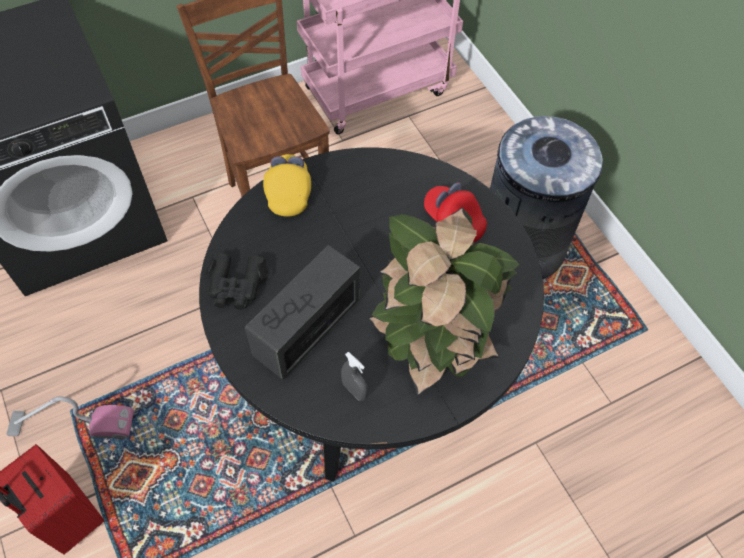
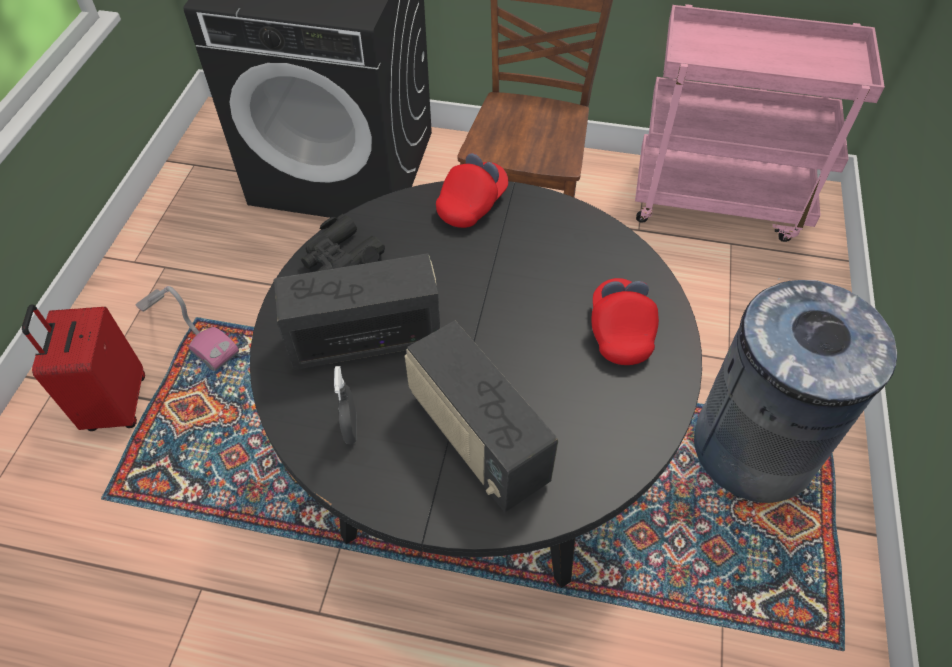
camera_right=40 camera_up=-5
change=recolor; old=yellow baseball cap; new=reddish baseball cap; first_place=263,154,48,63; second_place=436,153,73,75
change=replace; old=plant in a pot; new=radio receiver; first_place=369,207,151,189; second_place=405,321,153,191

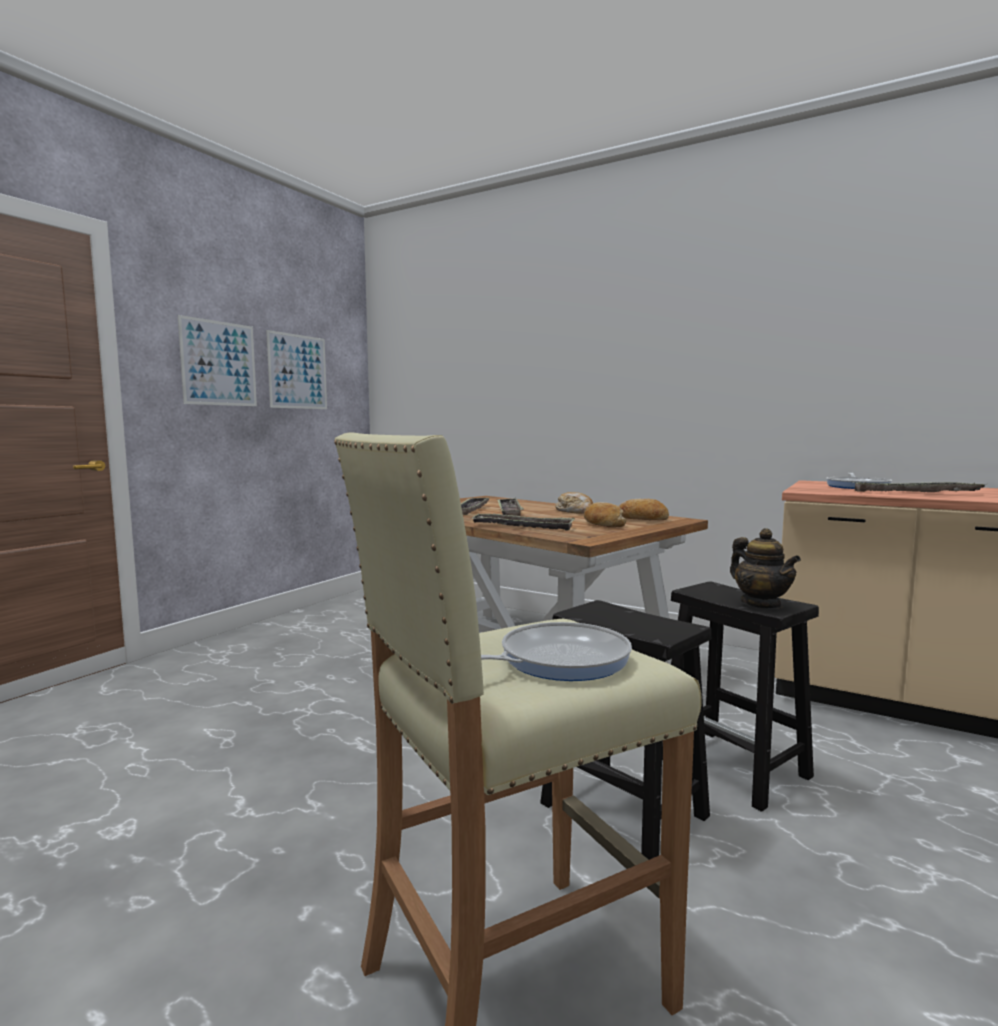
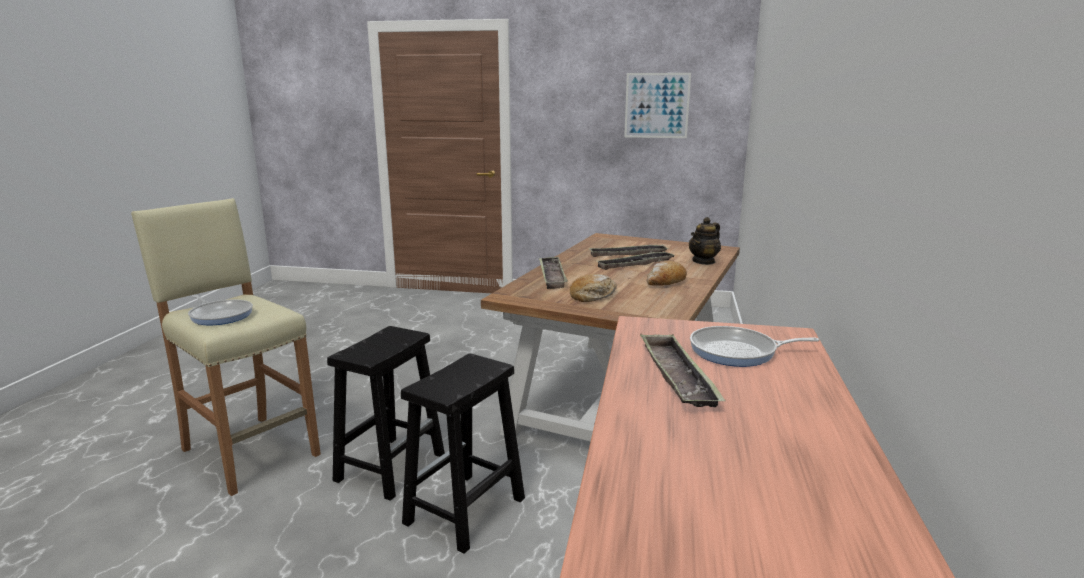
camera_right=70 camera_up=10
change=delete; old=wall picture; first_place=178,315,79,91
change=delete; old=baked bread; first_place=618,499,51,21
change=move; old=tea pot; first_place=730,528,71,81; second_place=689,217,32,48

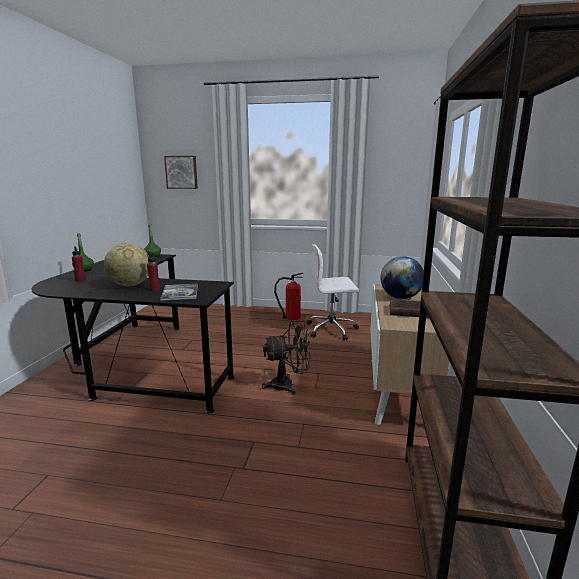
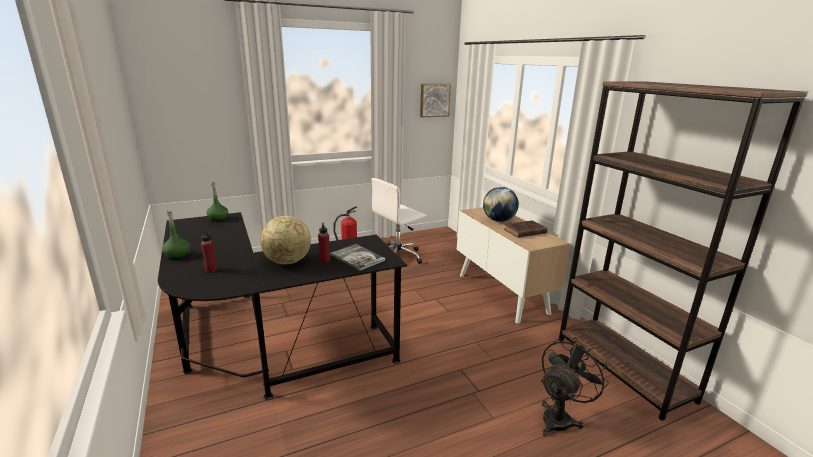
camera_right=-35 camera_up=5
change=move; old=wall picture; first_place=164,156,34,33; second_place=420,84,31,33
change=move; old=black-coloured electric fan; first_place=262,321,49,74; second_place=541,337,68,100

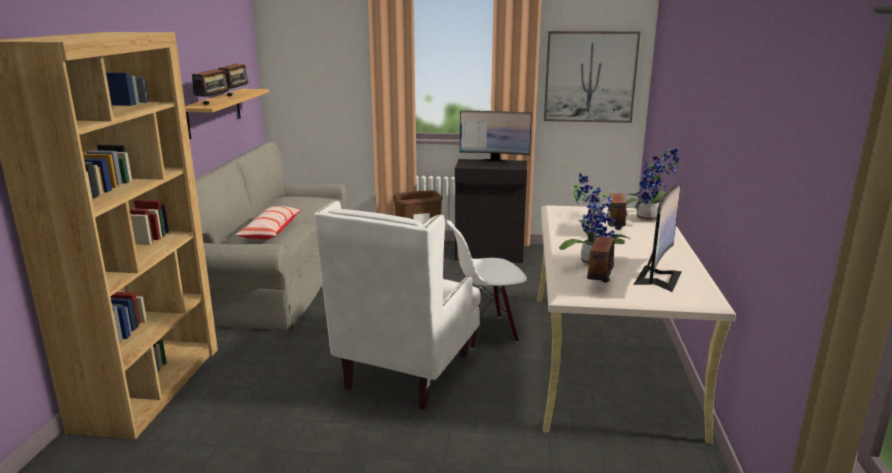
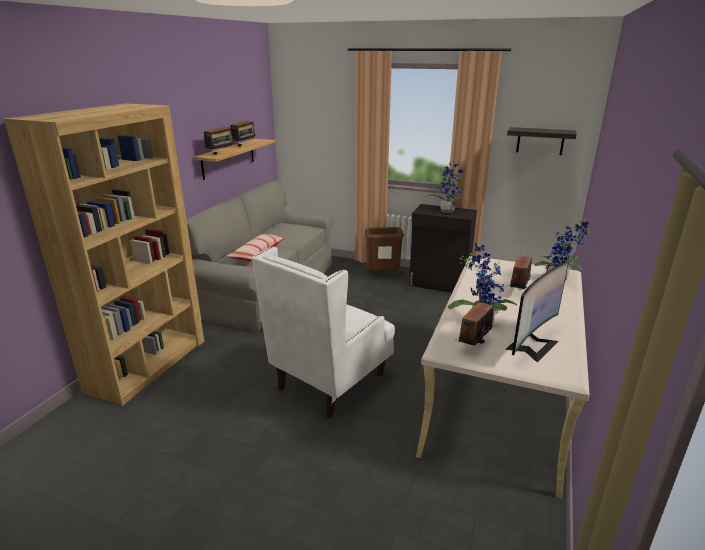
camera_right=15 camera_up=5
change=replace; old=wall picture; new=bracket shelf; first_place=544,31,96,92; second_place=507,127,70,28
change=replace; old=computer screen; new=plant in a pot; first_place=460,111,72,56; second_place=425,164,42,49
change=delete; old=white-coloured chair; first_place=447,220,80,130

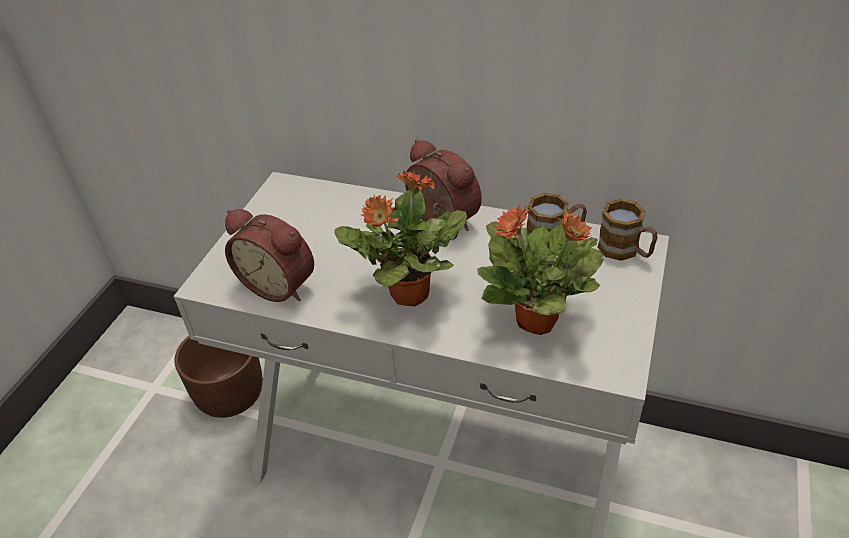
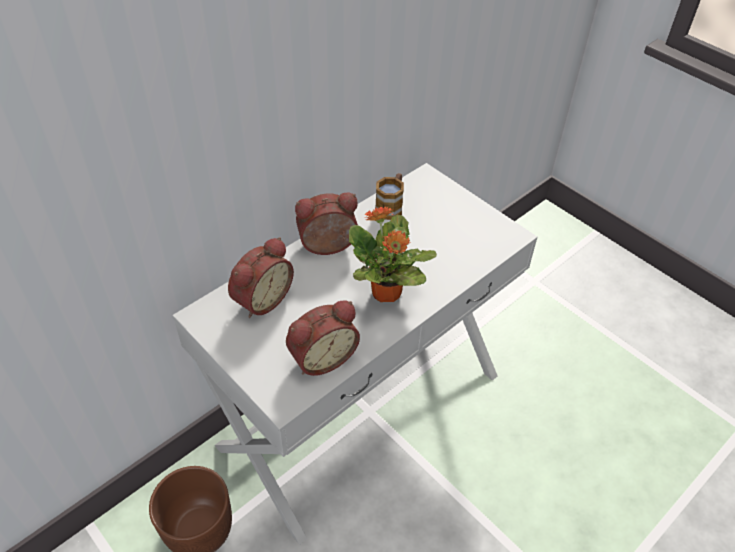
camera_right=-65 camera_up=5
change=delete; old=tea mug; first_place=598,199,60,62
change=delete; old=plant in a pot; first_place=477,205,127,130
change=insert; new=alarm clock; second_place=228,237,66,81

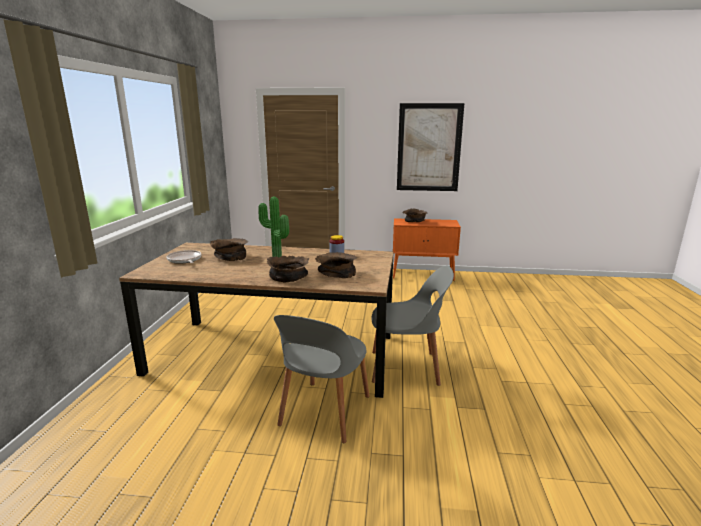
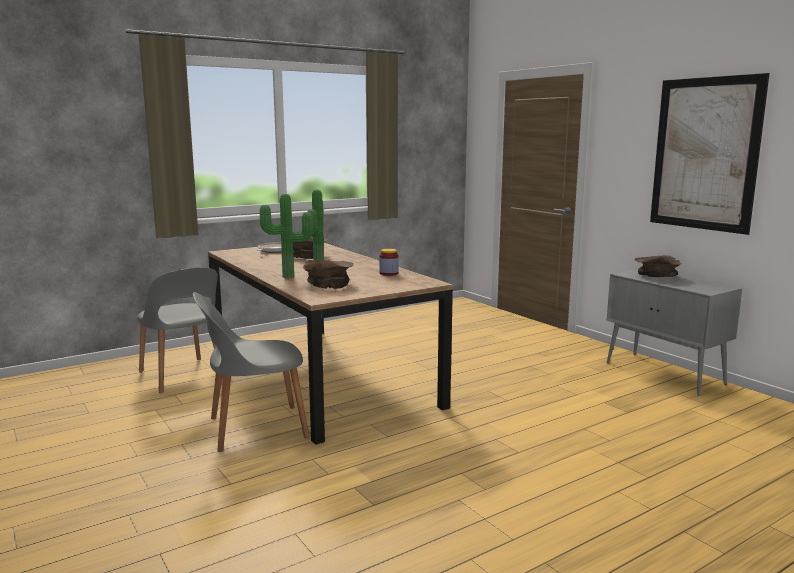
camera_right=50 camera_up=-5
change=recolor; old=orange cupboard; new=grey cupboard; first_place=393,218,68,63; second_place=607,269,135,126
change=replace; old=brown deep dish; new=plant in a pot; first_place=267,256,43,27; second_place=260,194,53,84
change=move; old=grey chair; first_place=371,266,83,120; second_place=137,267,86,126

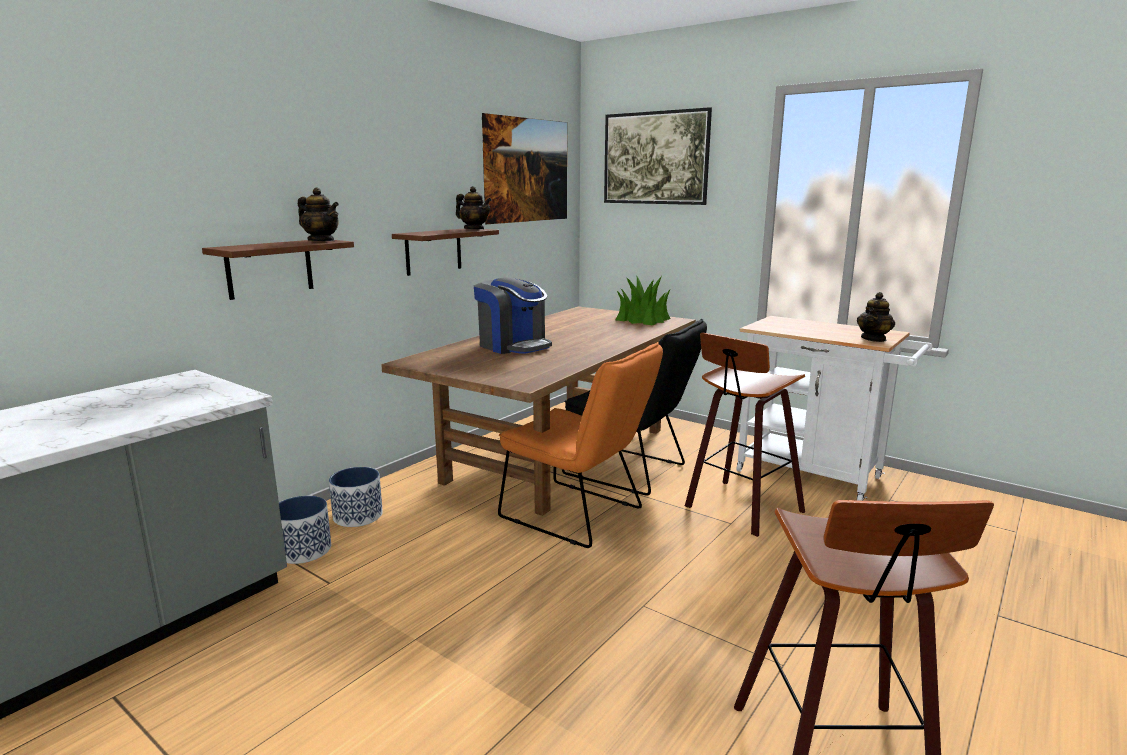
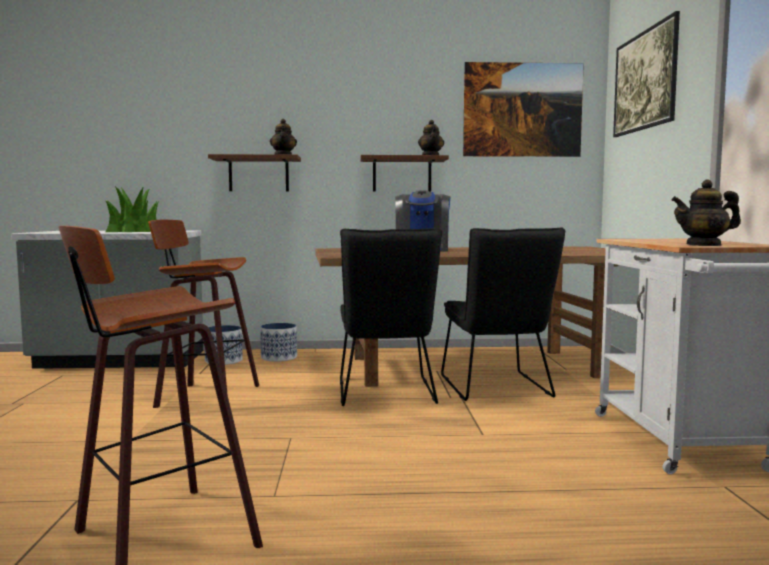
camera_right=50 camera_up=-10
change=move; old=plant in a pot; first_place=615,275,56,50; second_place=105,186,54,46
change=move; old=stool seat; first_place=685,333,120,204; second_place=148,220,111,188
change=recolor; old=orange chair; new=black-coloured chair; first_place=498,342,165,206; second_place=340,228,102,178

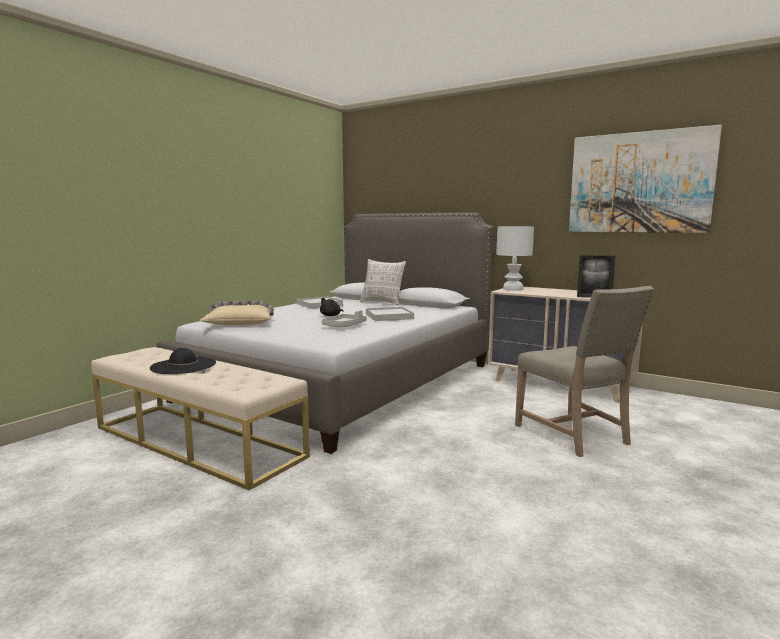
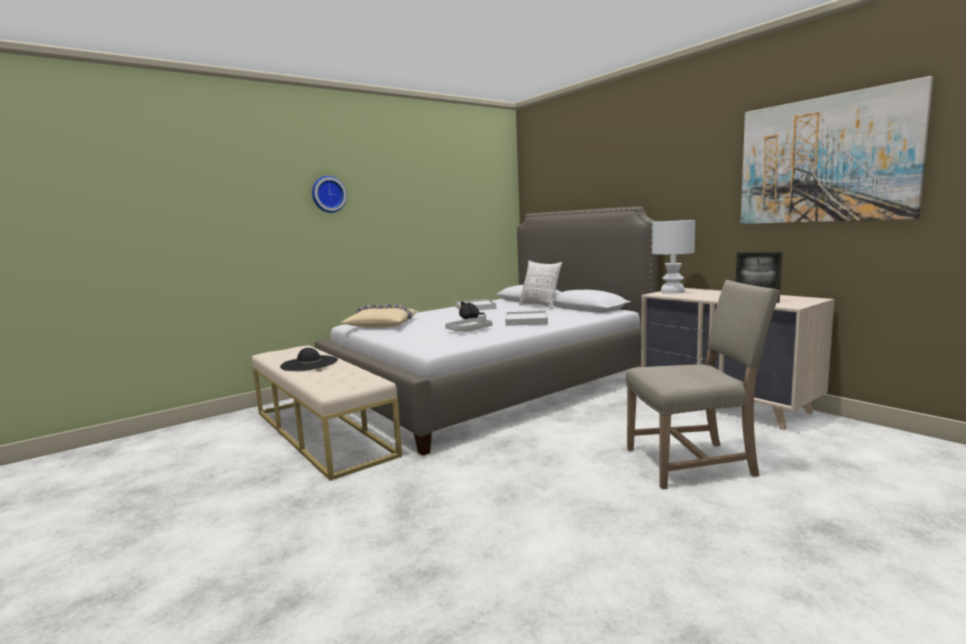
camera_right=20 camera_up=0
change=rotate; old=beige chair; first_place=515,286,140,171; second_place=626,280,154,209; degrees=-90
change=insert; new=hanging clock; second_place=312,176,35,37

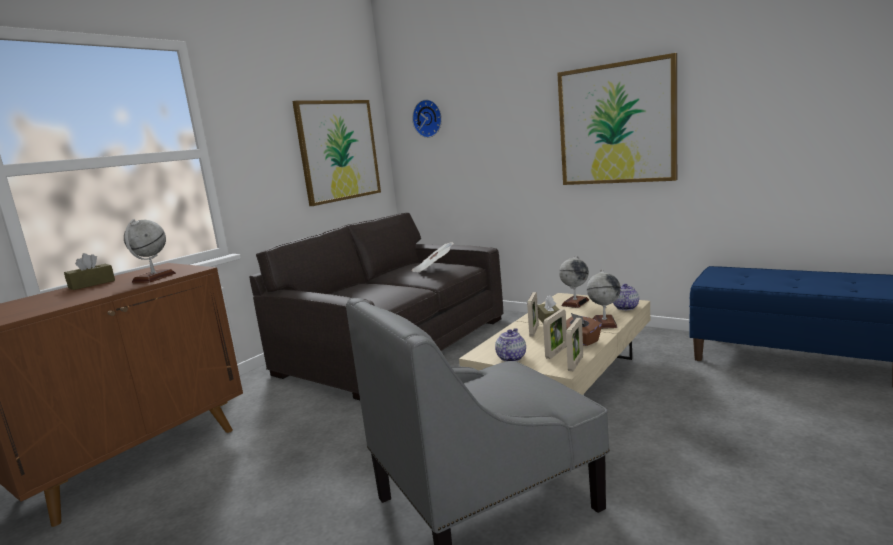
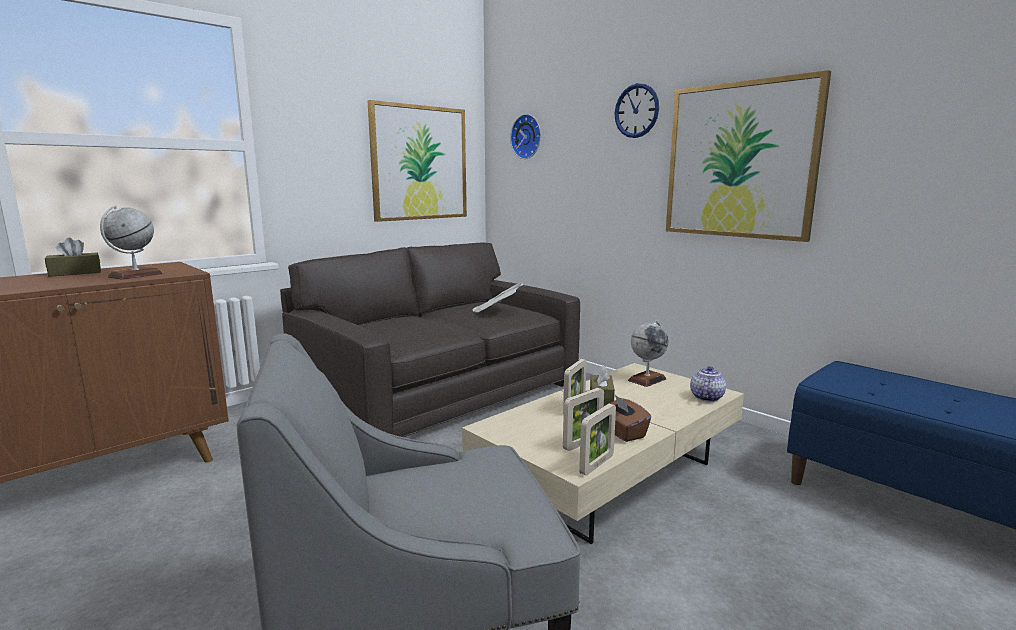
camera_right=10 camera_up=0
change=delete; old=desk globe; first_place=587,270,34,59
change=delete; old=tea pot; first_place=495,329,31,32
change=insert; new=hanging clock; second_place=615,83,44,55

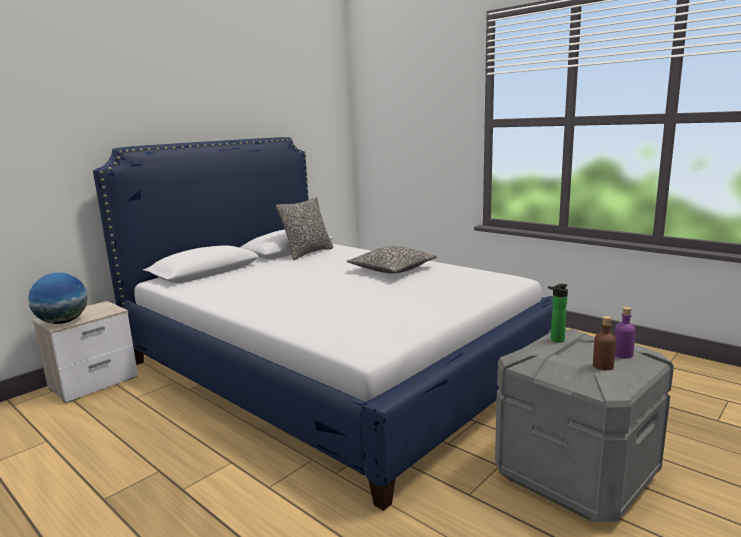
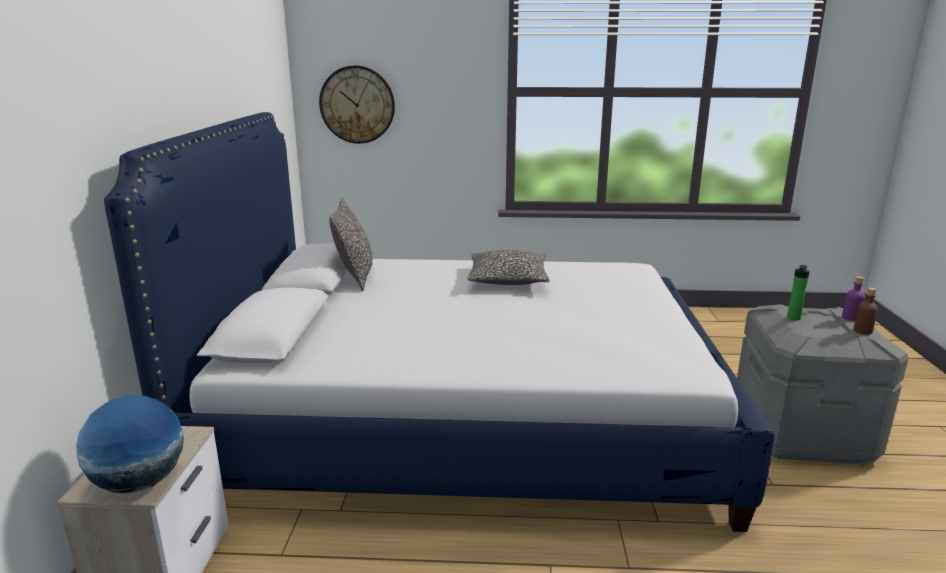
camera_right=-40 camera_up=5
change=insert; new=hanging clock; second_place=319,65,76,79

